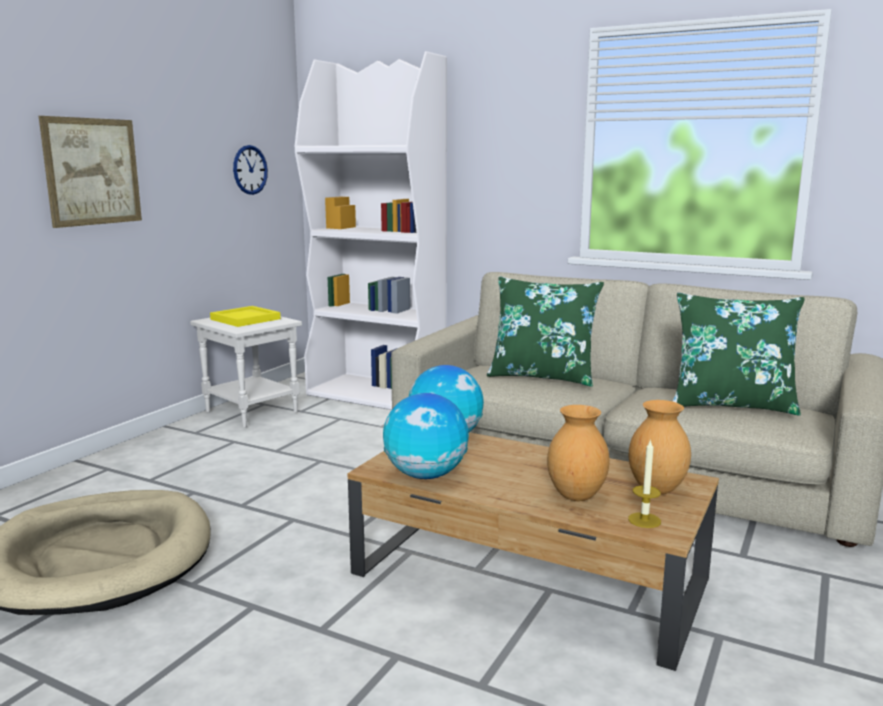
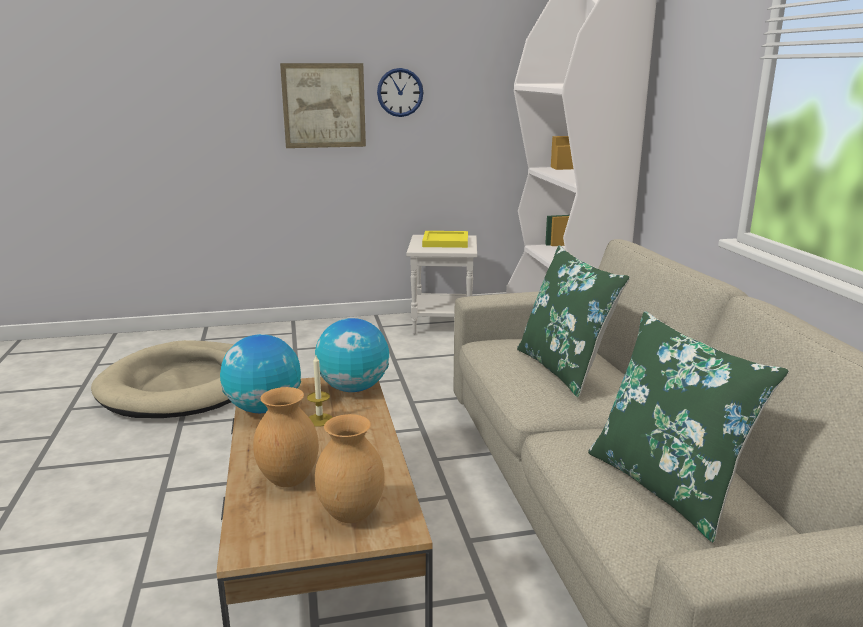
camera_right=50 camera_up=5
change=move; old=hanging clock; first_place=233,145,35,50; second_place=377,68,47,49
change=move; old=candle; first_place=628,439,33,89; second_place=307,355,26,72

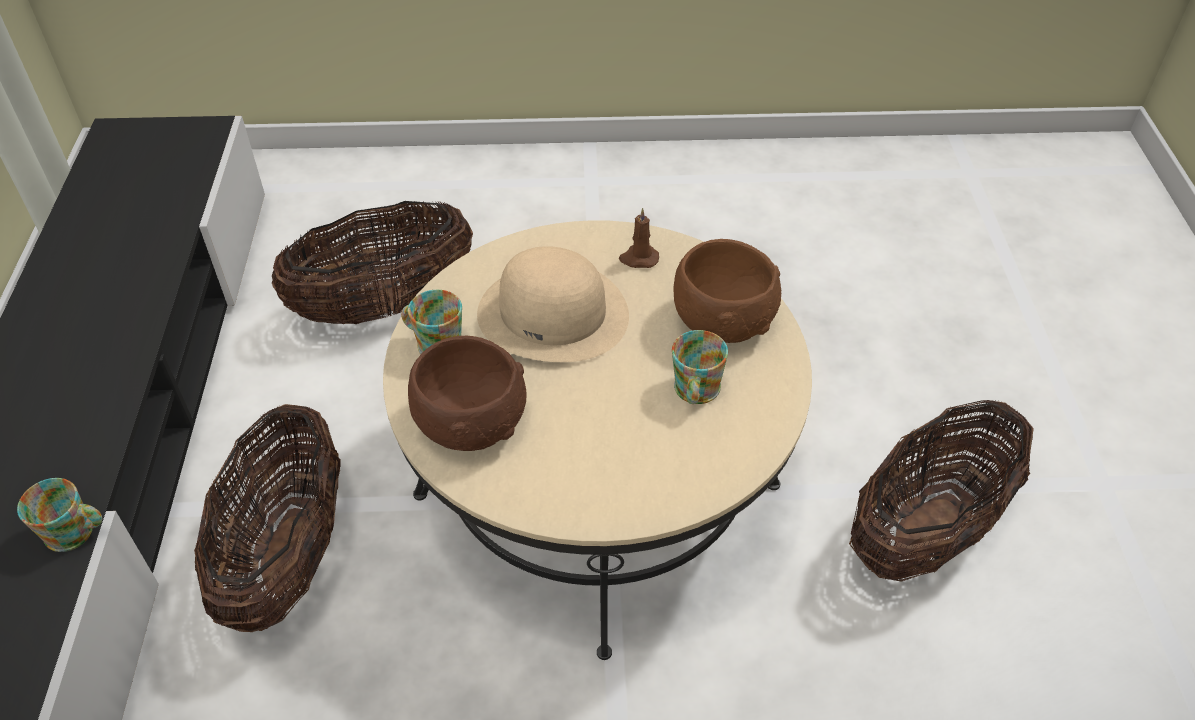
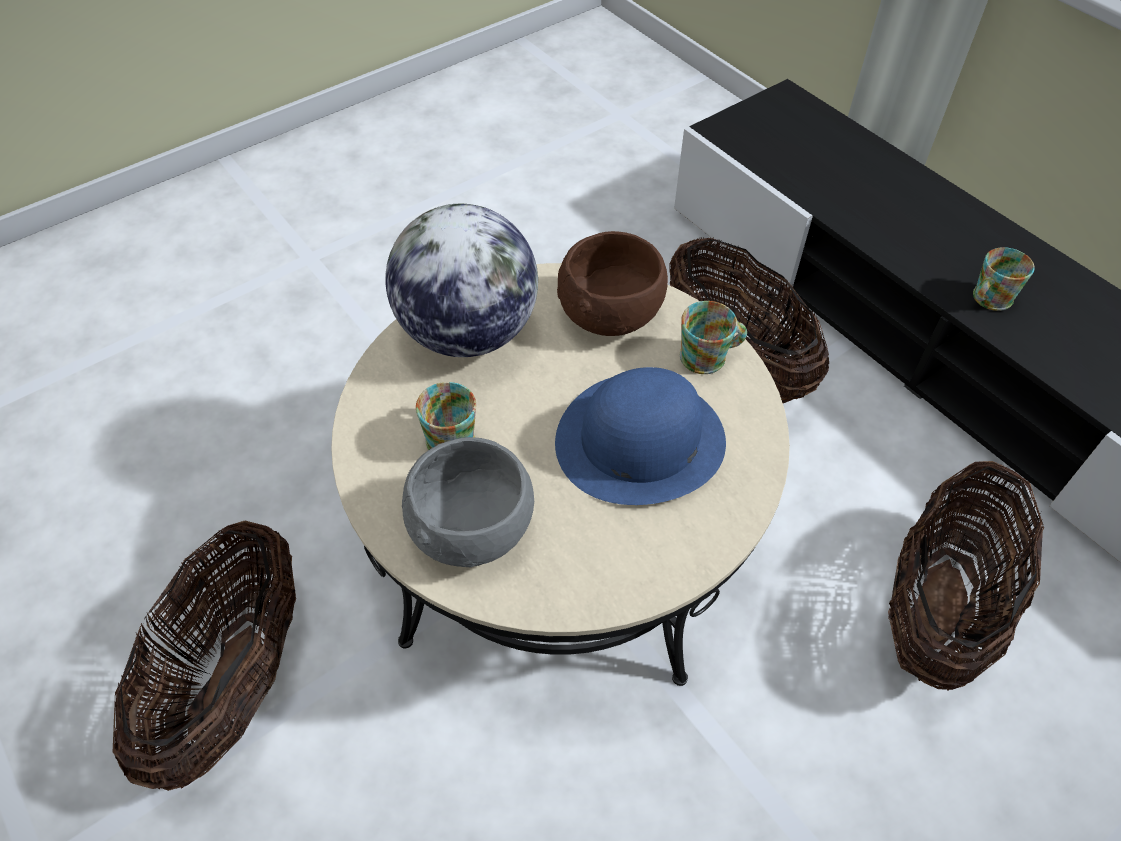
camera_right=145 camera_up=5
change=delete; old=brown candle; first_place=619,208,40,60
change=recolor; old=brown deep dish; new=grey deep dish; first_place=673,239,108,104; second_place=402,437,132,131
change=recolor; old=beige wearable hat; new=blue wearable hat; first_place=477,246,152,116; second_place=555,367,171,138
change=move; old=tea mug; first_place=17,478,85,74; second_place=973,247,62,64
change=insert; new=desk globe; second_place=385,204,153,153

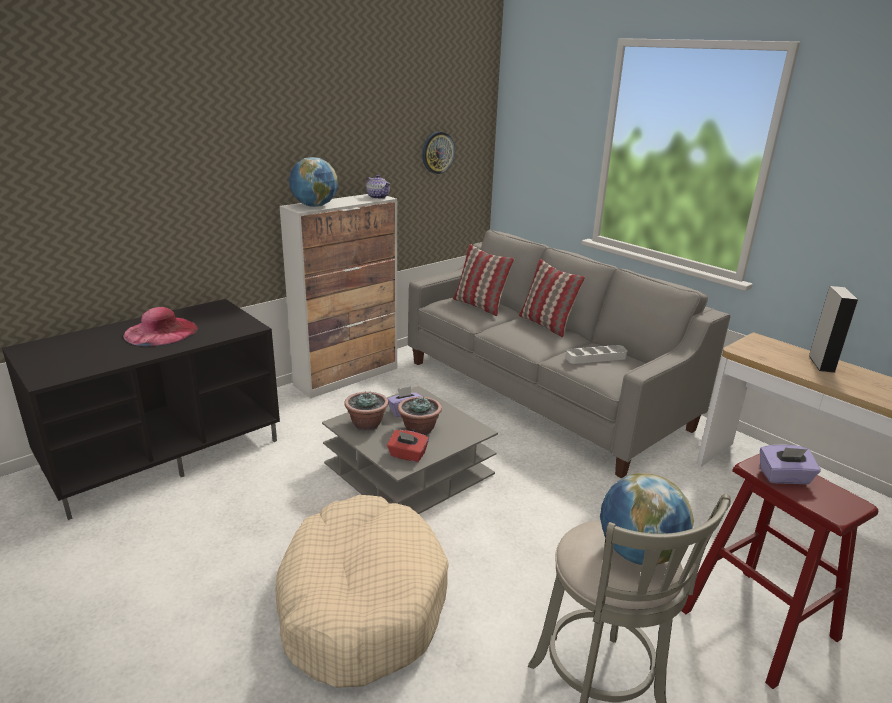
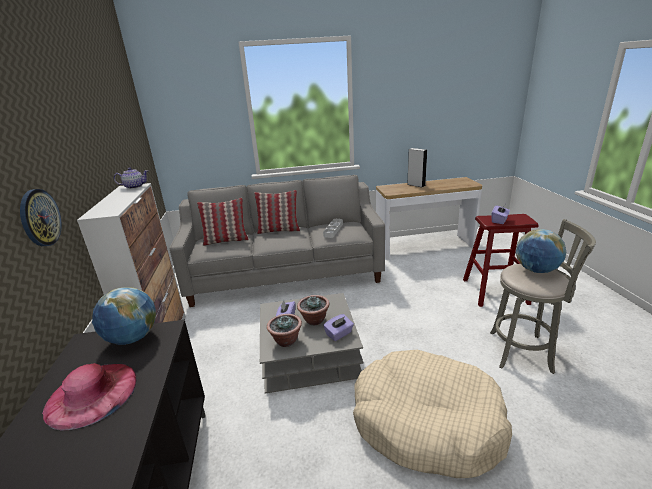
camera_right=-55 camera_up=0
change=move; old=hanging clock; first_place=422,132,33,42; second_place=20,189,42,57
change=move; old=desk globe; first_place=289,157,49,50; second_place=92,287,64,58
change=recolor; old=reddish tissue box; new=purplish tissue box; first_place=387,430,42,32; second_place=323,314,31,27

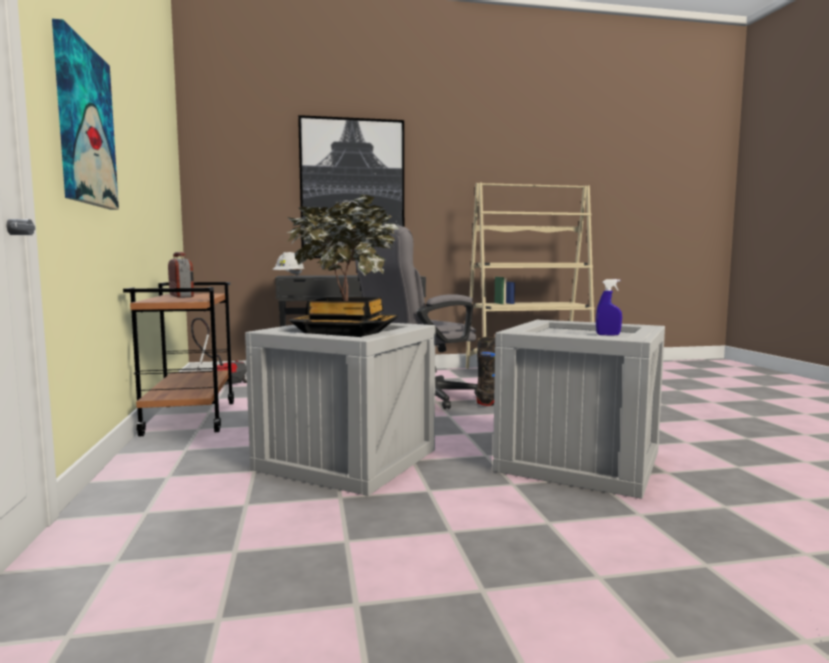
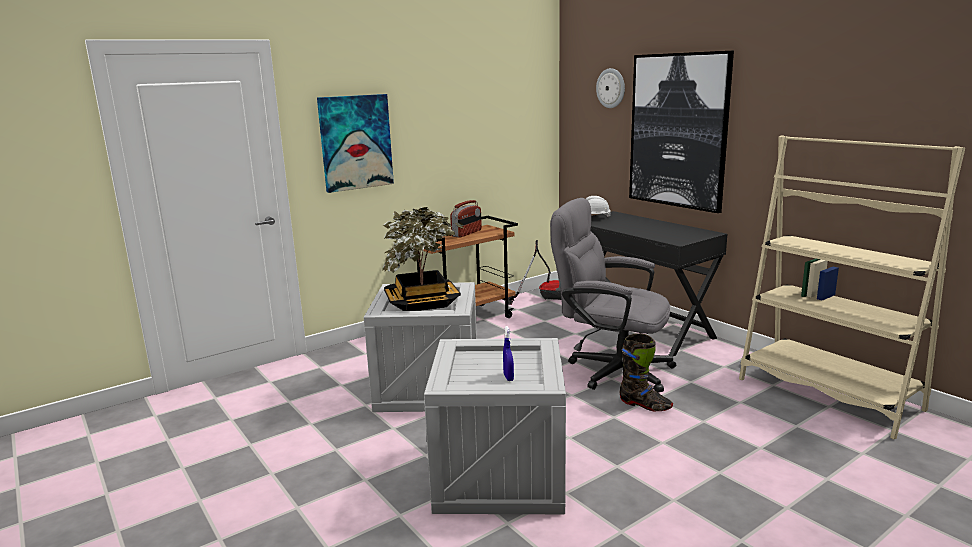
camera_right=65 camera_up=10
change=insert; new=hanging clock; second_place=596,68,29,40

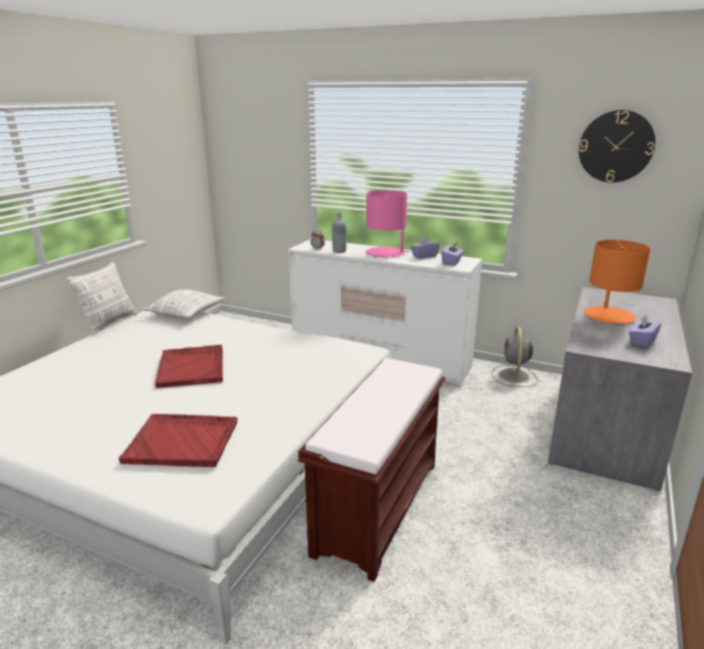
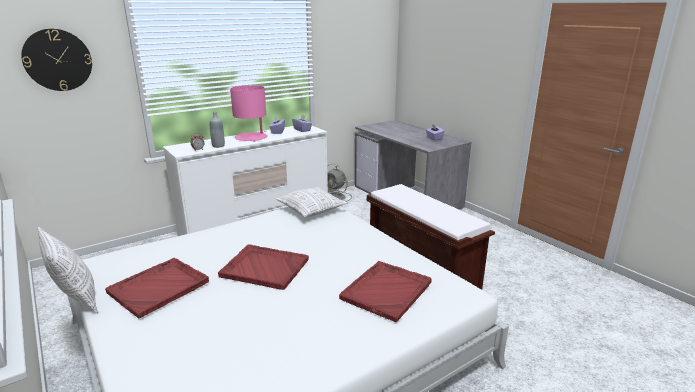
camera_right=-60 camera_up=0
change=move; old=hanging clock; first_place=579,110,76,73; second_place=21,29,71,62
change=delete; old=orange tabletop lamp; first_place=584,240,66,84
change=move; old=cushion; first_place=142,289,83,29; second_place=275,187,73,30
change=insert; new=reddish carrying tray; second_place=105,258,104,60

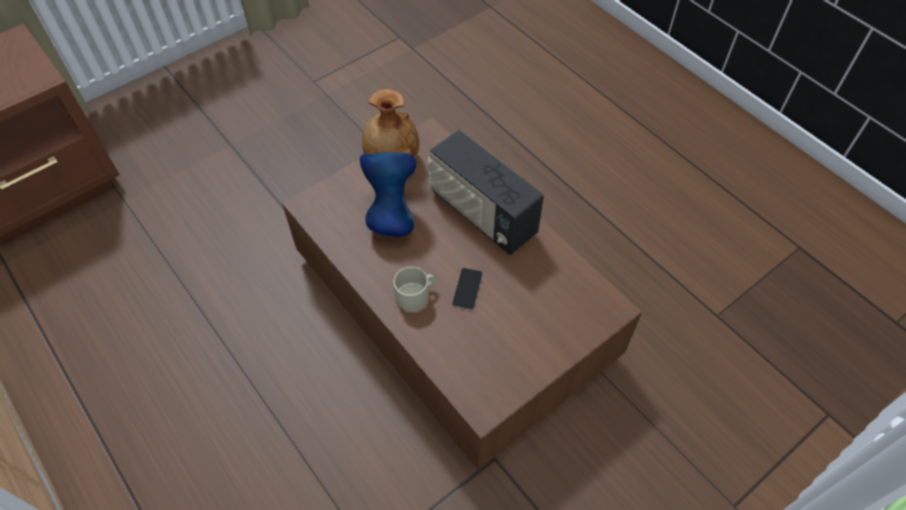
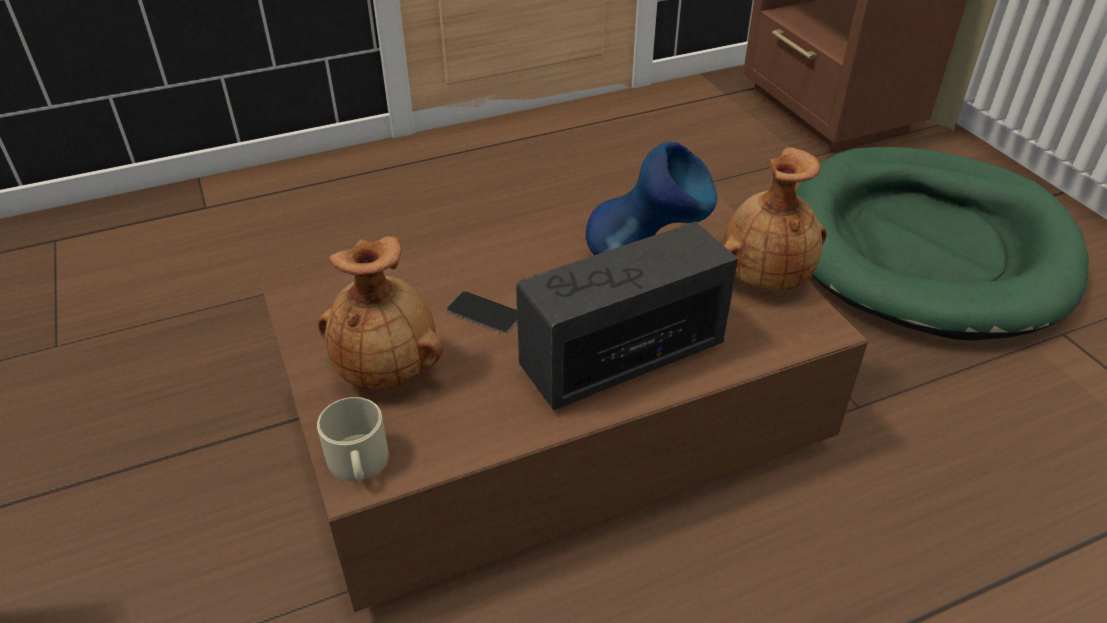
camera_right=105 camera_up=-15
change=move; old=beige tea mug; first_place=393,267,42,44; second_place=317,397,71,84
change=insert; new=green-coloured dog bed; second_place=796,147,293,193
change=insert; new=brown flower vase; second_place=318,236,125,154

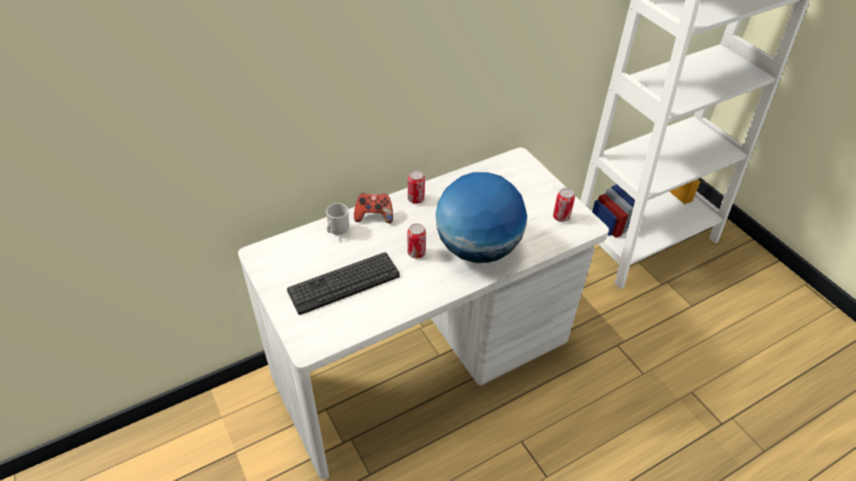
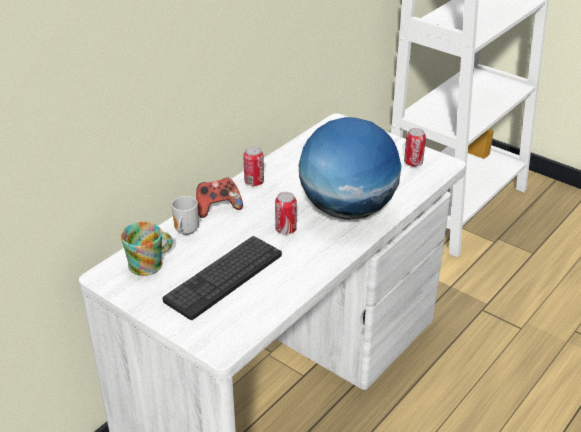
camera_right=-20 camera_up=-10
change=insert; new=tea mug; second_place=121,222,52,54

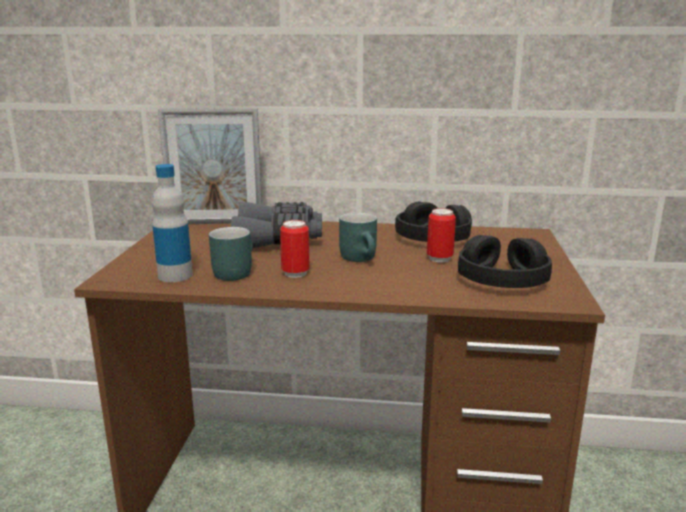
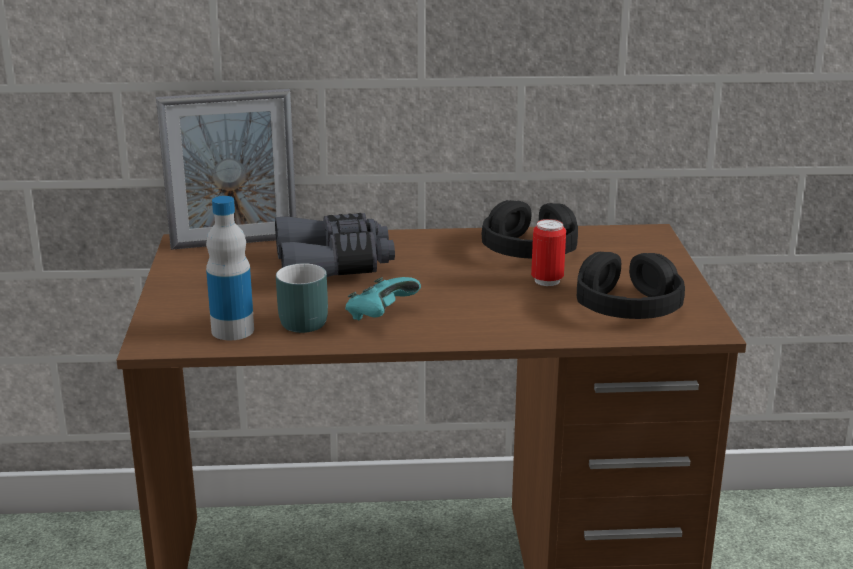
camera_right=-10 camera_up=5
change=delete; old=blue-green tea mug; first_place=339,212,38,50
change=replace; old=sealed can; new=blue-green joypad; first_place=280,220,29,58; second_place=345,277,76,43

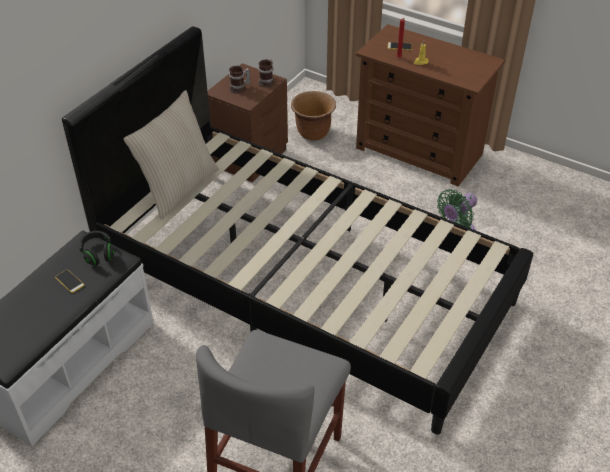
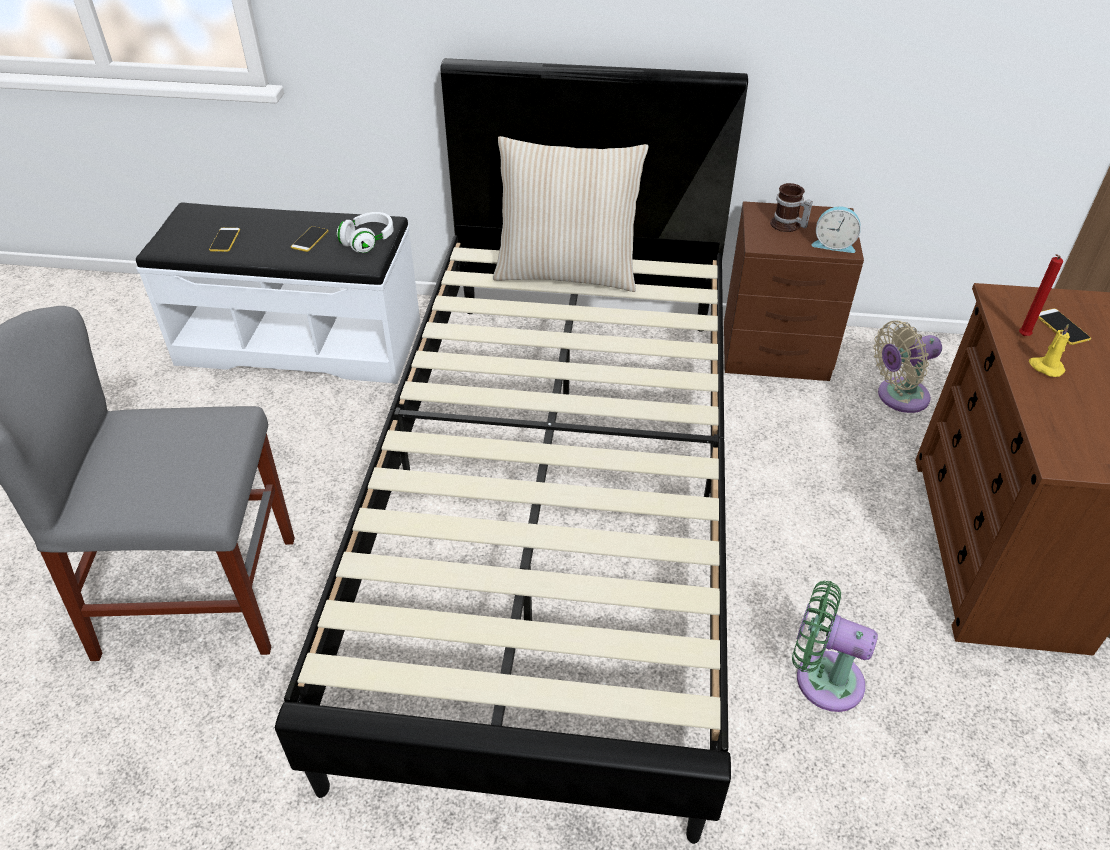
camera_right=65 camera_up=0
change=replace; old=tea mug; new=alarm clock; first_place=258,59,17,29; second_place=812,206,49,47
change=replace; old=brown planter; new=beige electric fan; first_place=291,91,45,50; second_place=873,320,69,93
change=recolor; old=black-coloured pair of headphones; new=white-coloured pair of headphones; first_place=79,231,35,35; second_place=337,212,57,41
change=insert; new=phone; second_place=209,228,31,24

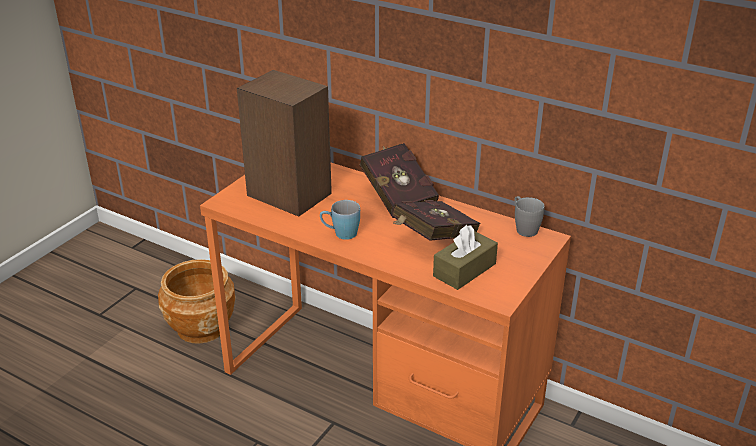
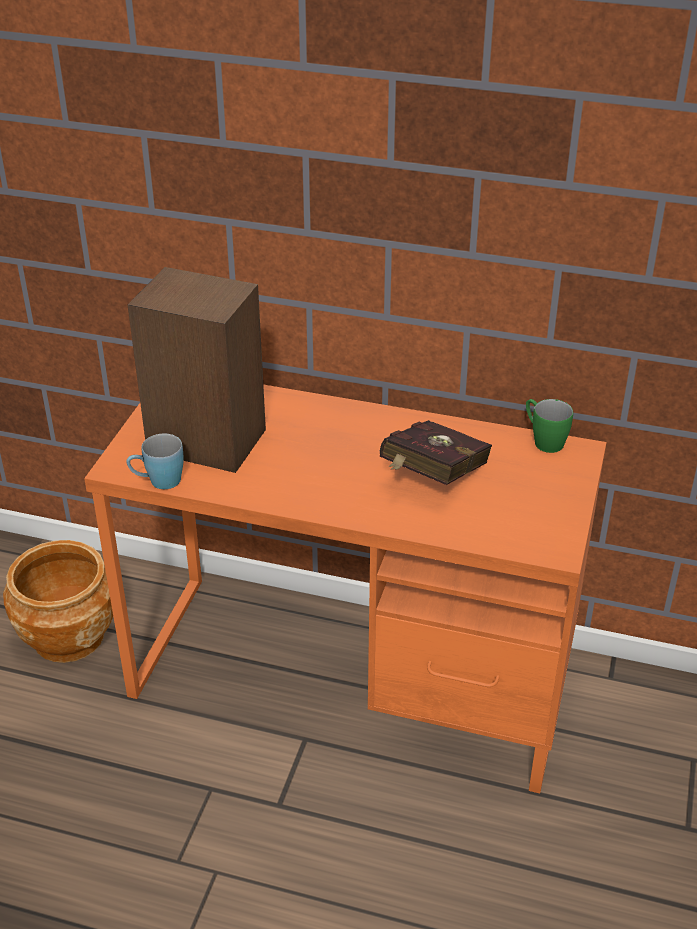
camera_right=-15 camera_up=5
change=delete; old=reddish book; first_place=360,143,79,75
change=recolor; old=grey tea mug; new=green-coloured tea mug; first_place=514,196,31,41; second_place=526,399,47,54
change=move; old=blue tea mug; first_place=320,200,40,40; second_place=126,434,57,55
change=delete; old=brown tissue box; first_place=433,225,65,65

